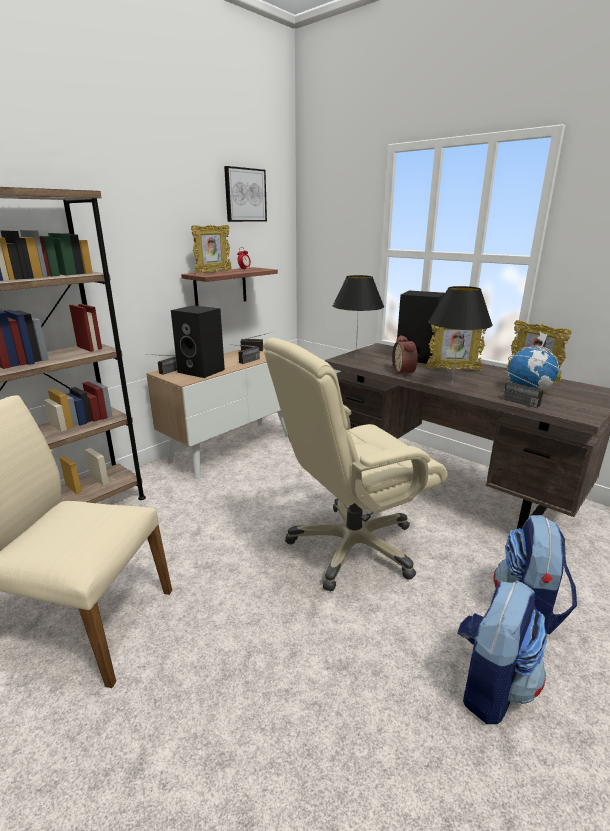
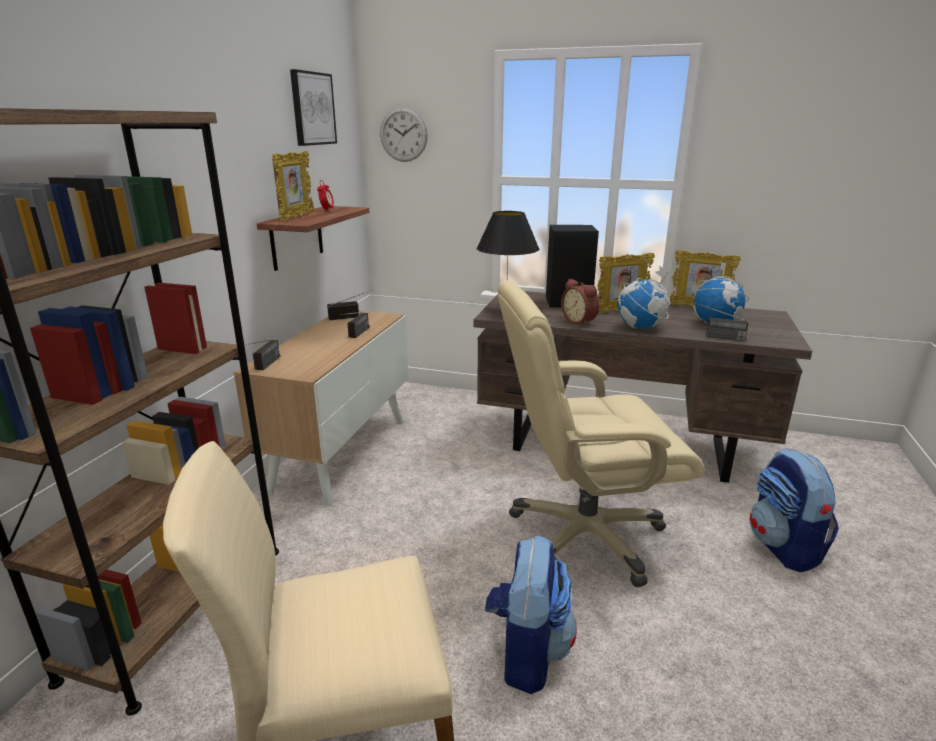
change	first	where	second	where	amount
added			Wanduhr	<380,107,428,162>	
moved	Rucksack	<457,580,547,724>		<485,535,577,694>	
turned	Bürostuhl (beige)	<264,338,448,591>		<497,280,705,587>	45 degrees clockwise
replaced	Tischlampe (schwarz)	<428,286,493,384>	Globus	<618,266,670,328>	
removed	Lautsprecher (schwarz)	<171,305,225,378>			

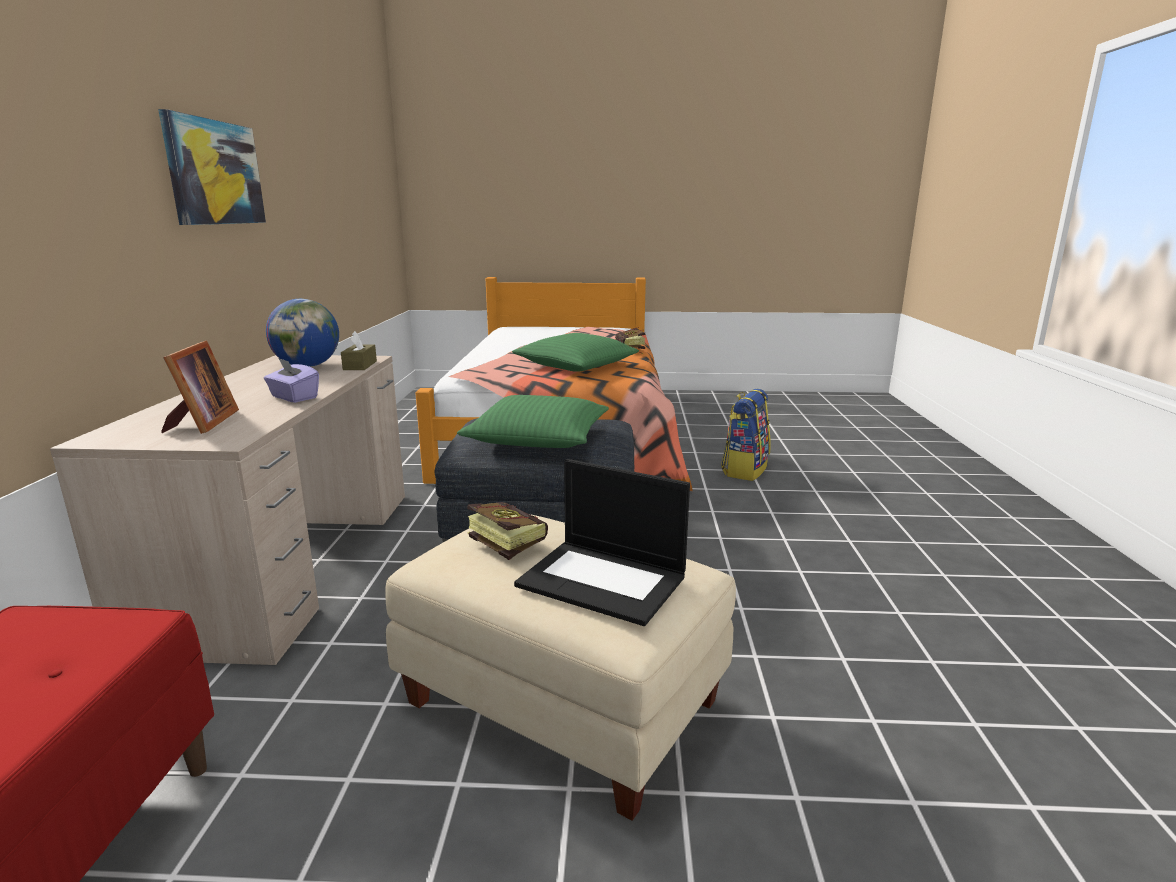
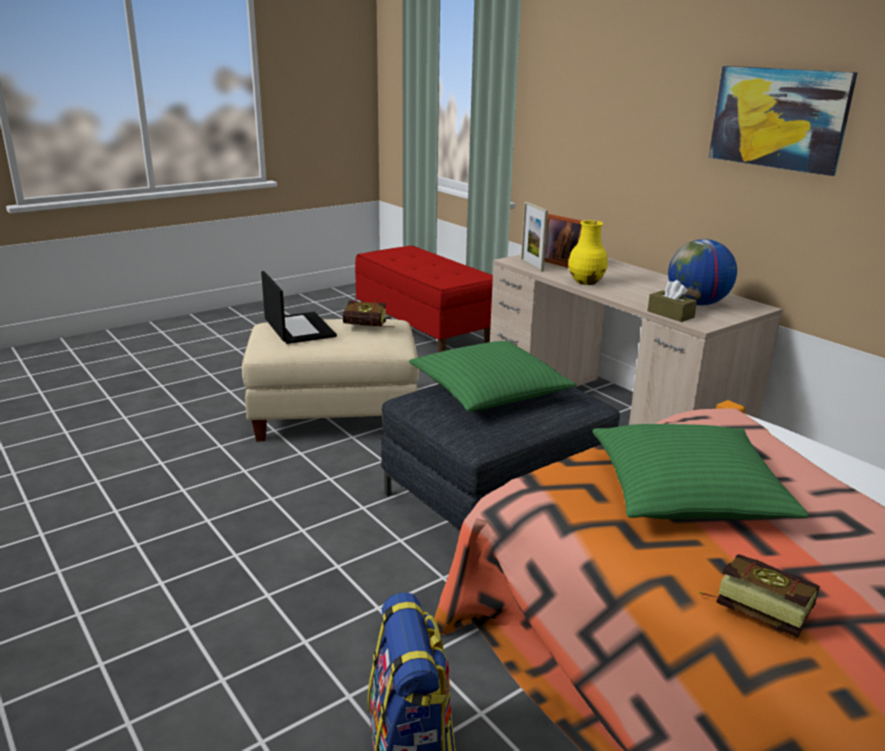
change	first	where	second	where	amount
turned	Laptop	<514,459,690,626>		<261,271,337,344>	75 degrees clockwise
added			Bilderrahmen	<521,202,548,272>	
replaced	Taschentuchbox (lila)	<264,358,319,403>	Vase (gelb)	<568,220,608,285>	

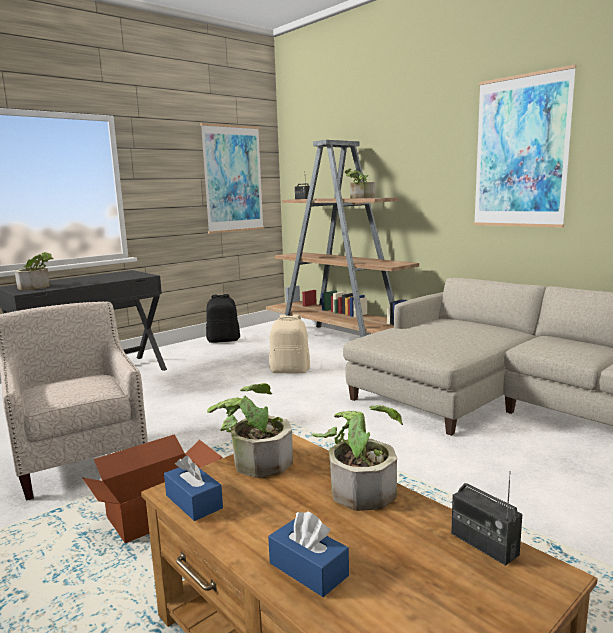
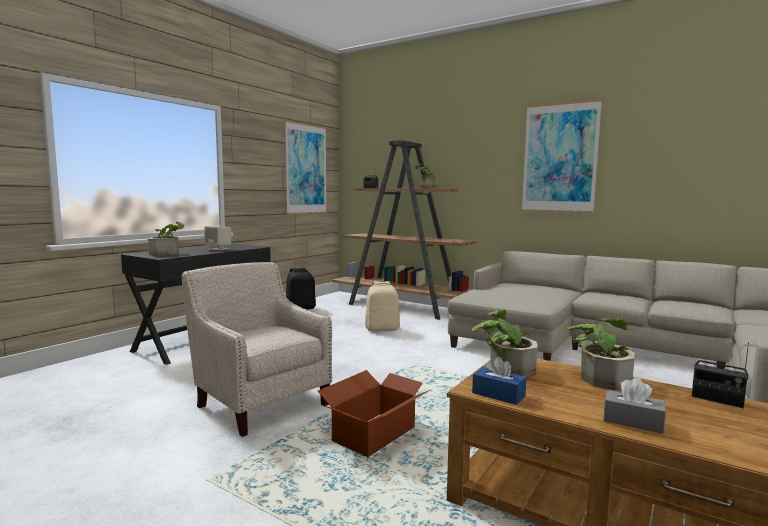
change	first	where	second	where	amount
added			Lautsprecher (beige)	<204,226,231,250>	
recoloured	Taschentuchbox (blau)	<268,511,349,597>	Taschentuchbox (grau)	<603,378,666,434>	

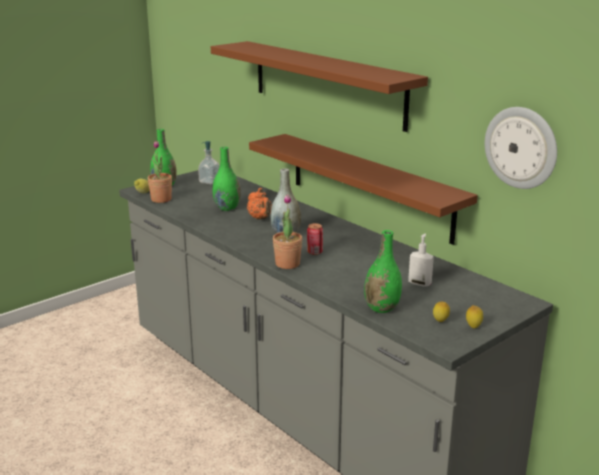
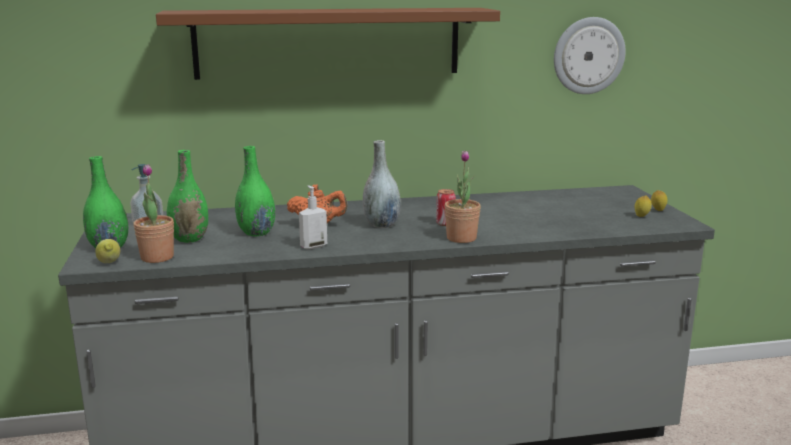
change	first	where	second	where	amount
moved	Vase (grün)	<364,230,402,313>		<167,150,208,243>	
moved	Seifenspender	<408,233,434,287>		<299,185,327,249>	
removed	Wandregal (braun)	<249,134,478,245>			

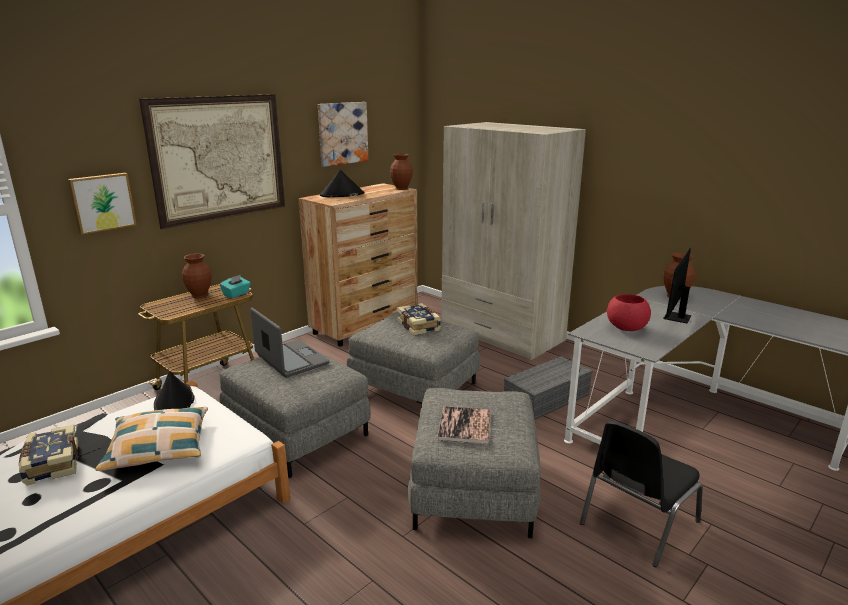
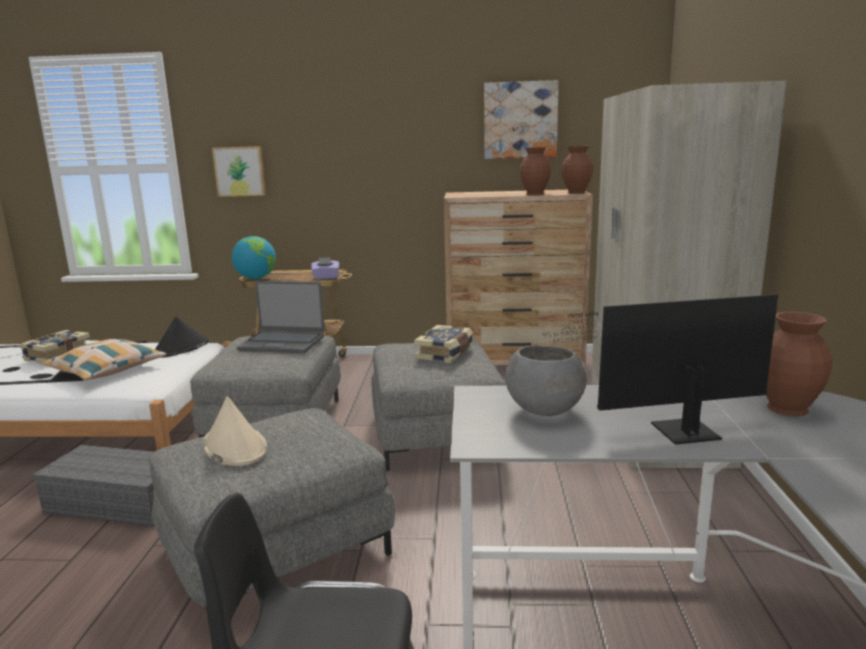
change	first	where	second	where	amount
moved	Aufbewahrungsbox (grau)	<504,356,593,420>		<32,445,154,527>	
replaced	Buch	<437,406,490,444>	Hut (beige)	<204,396,267,466>	
added			Globus	<231,236,276,279>	
turned	Laptop	<250,308,329,378>		<237,281,325,353>	90 degrees clockwise
recoloured	Taschentuchbox (türkis)	<220,275,251,298>	Taschentuchbox (lila)	<311,257,339,280>	
recoloured	Schüssel (rot)	<607,294,651,331>	Schüssel (grau)	<505,345,587,416>	
moved	Vase (braun)	<182,254,212,299>		<520,147,551,195>	
removed	Bild	<139,94,285,229>			
removed	Hut (schwarz)	<320,170,364,197>			

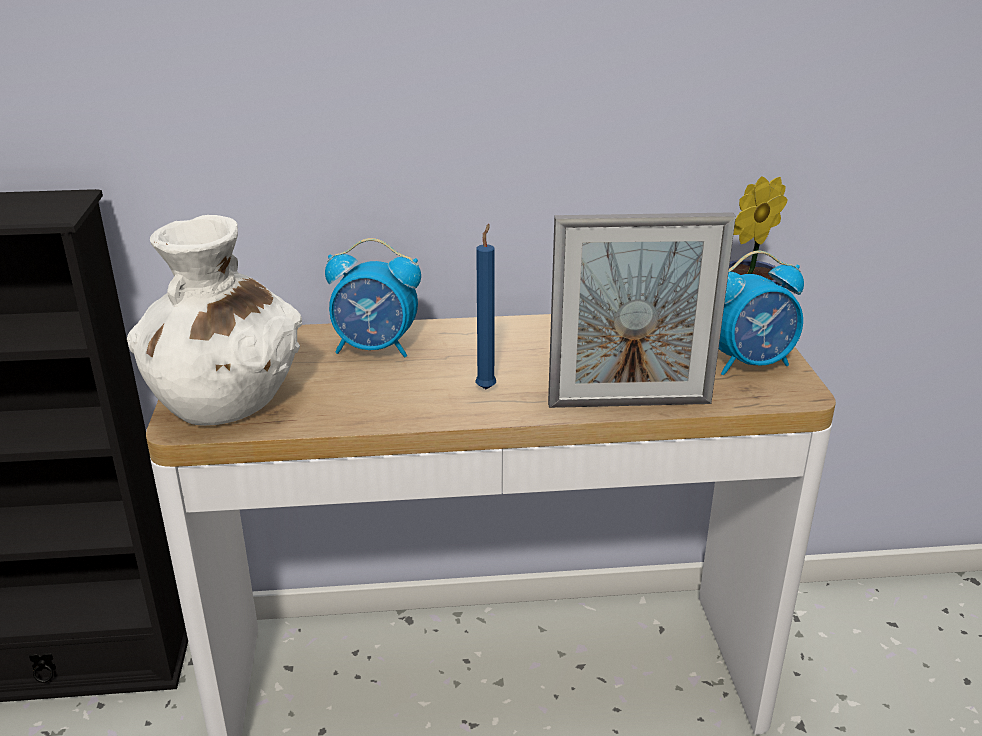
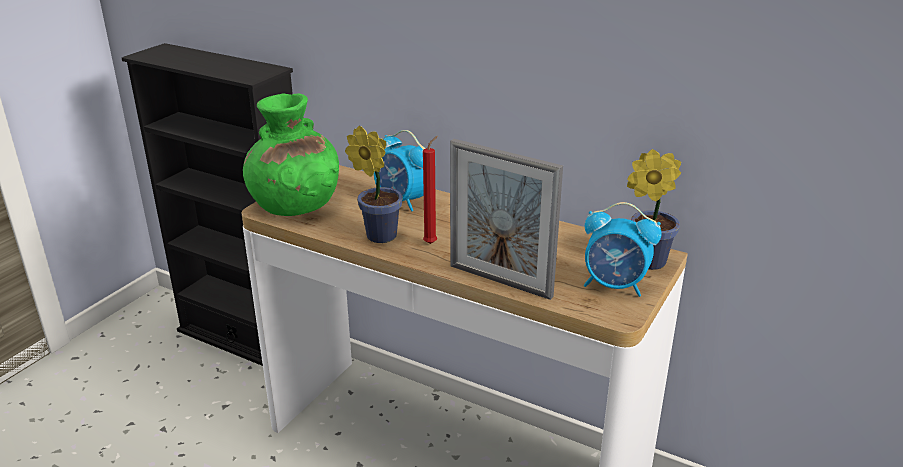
change	first	where	second	where	amount
recoloured	Vase (weiß)	<127,215,302,426>	Vase (grün)	<243,93,339,216>	
added			Topfpflanze	<345,126,403,243>	
recoloured	Kerze (blau)	<476,224,496,389>	Kerze (rot)	<423,136,438,244>	

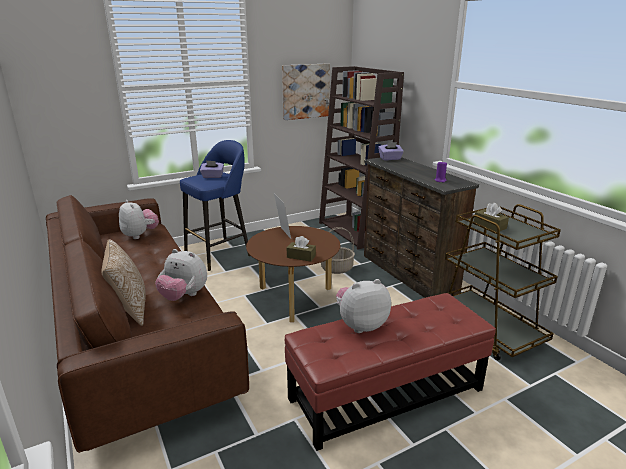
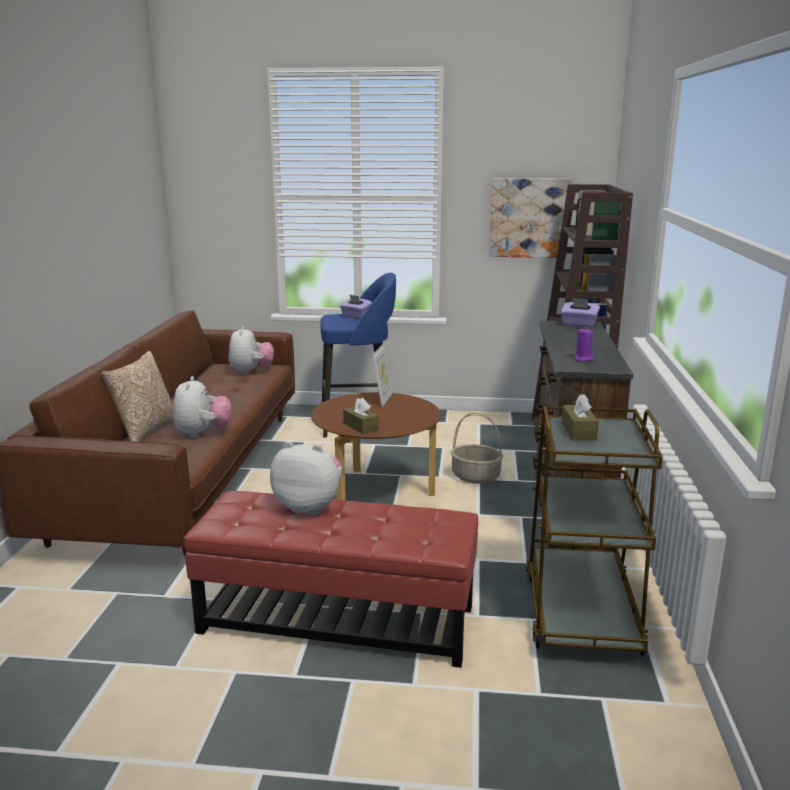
change	first	where	second	where	amount
turned	Plüschtier	<155,249,207,301>		<173,376,231,438>	150 degrees counterclockwise

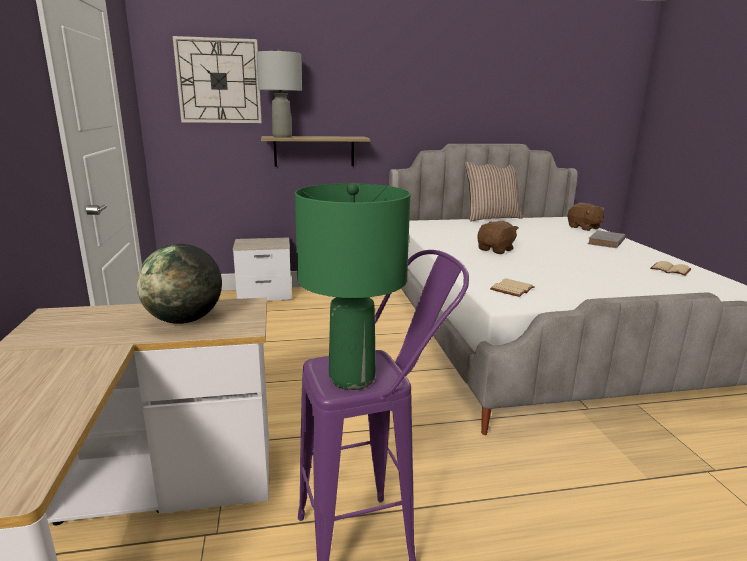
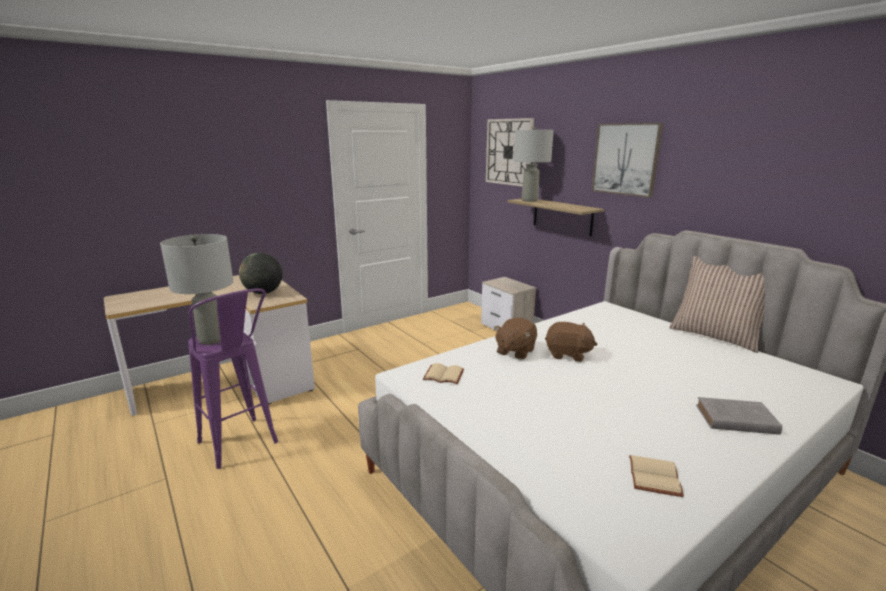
change	first	where	second	where	amount
recoloured	Tischlampe (grün)	<295,183,410,390>	Tischlampe (grau)	<160,234,234,345>	
moved	Plüschtier (braun)	<568,203,604,231>		<494,318,537,359>	
added			Bild	<592,123,663,198>	

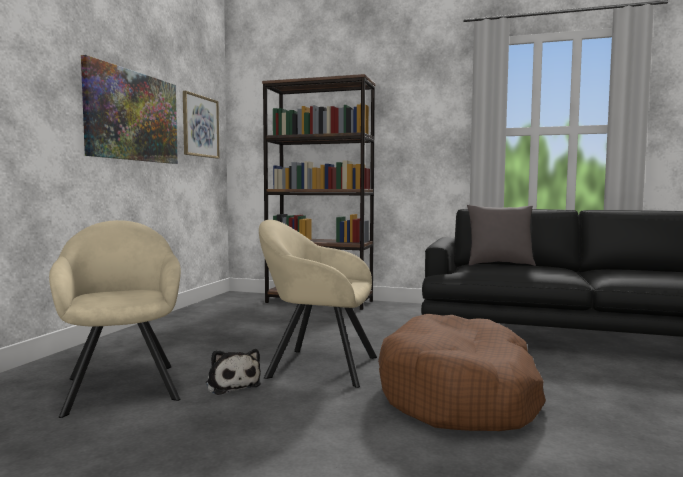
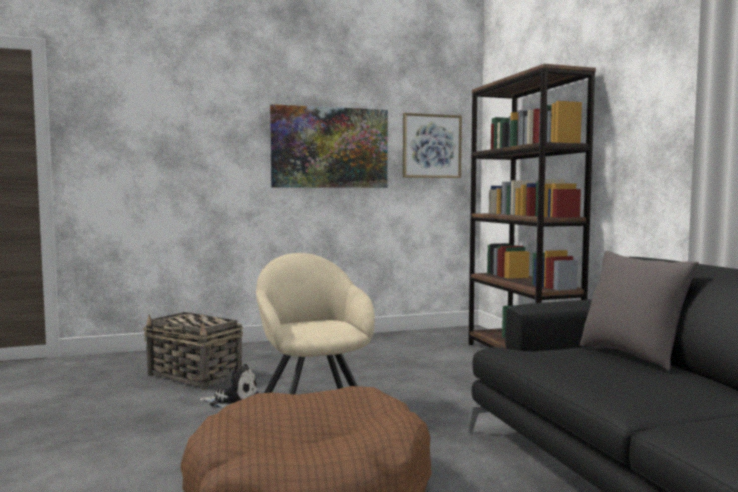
change	first	where	second	where	amount
replaced	Sessel (beige)	<49,220,181,418>	Korb	<143,312,243,390>	
turned	Plüschtier	<206,349,261,395>		<198,364,259,408>	105 degrees counterclockwise

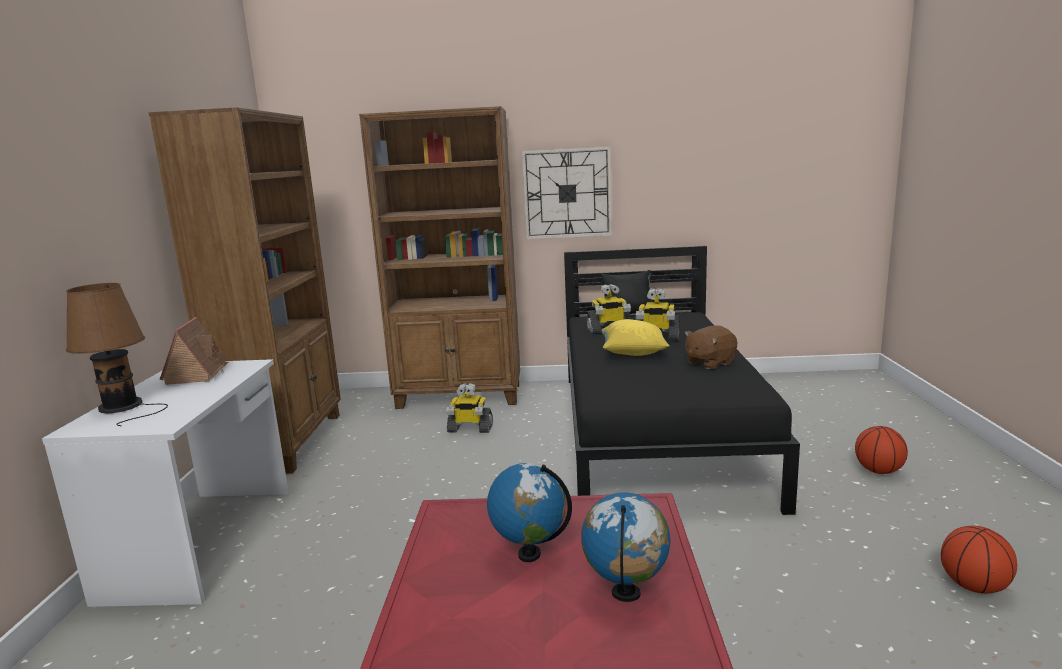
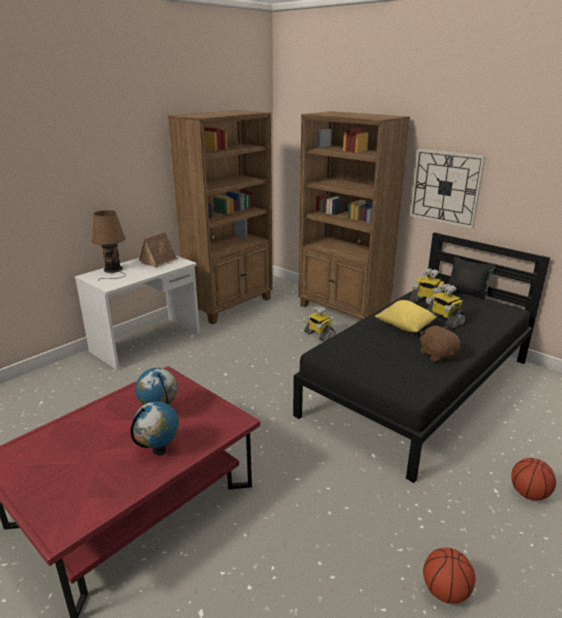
change	first	where	second	where	amount
turned	Plüschtier (braun)	<685,326,738,369>		<420,326,461,362>	60 degrees clockwise

